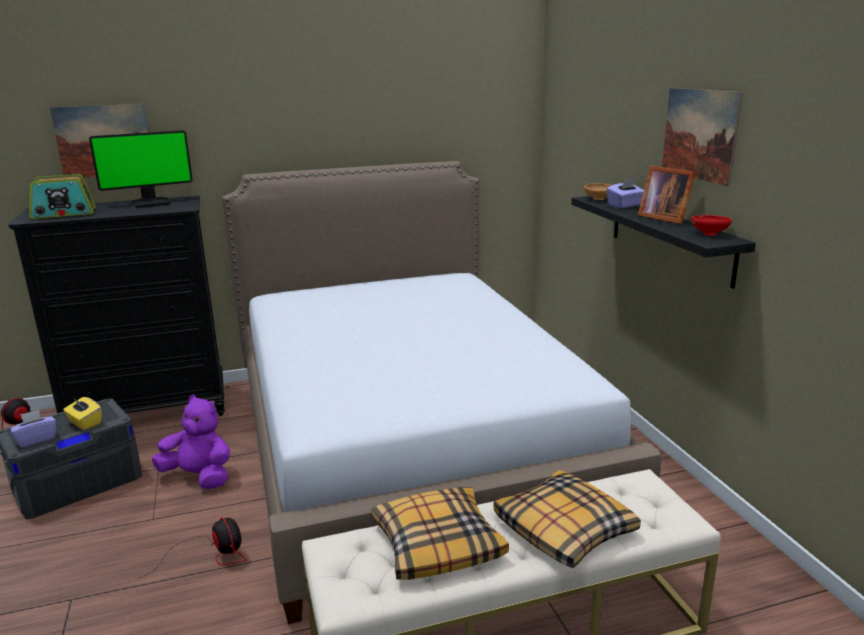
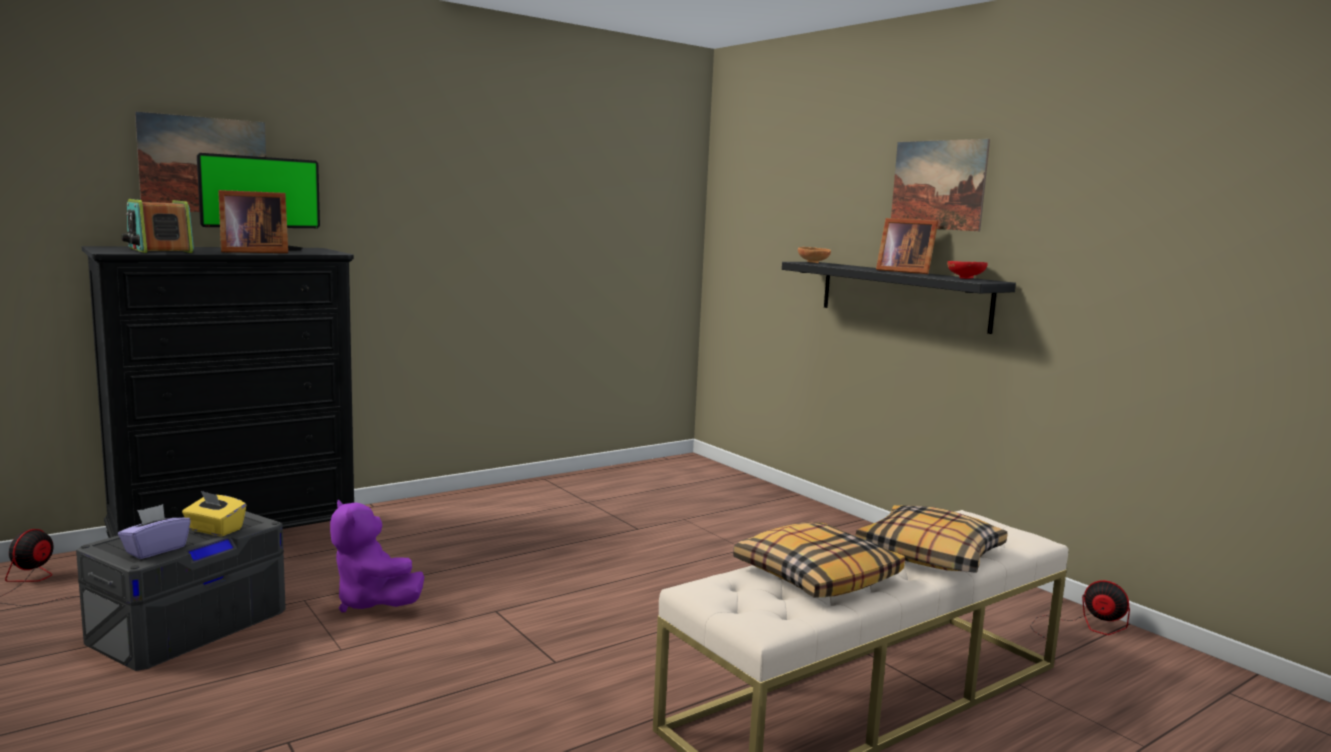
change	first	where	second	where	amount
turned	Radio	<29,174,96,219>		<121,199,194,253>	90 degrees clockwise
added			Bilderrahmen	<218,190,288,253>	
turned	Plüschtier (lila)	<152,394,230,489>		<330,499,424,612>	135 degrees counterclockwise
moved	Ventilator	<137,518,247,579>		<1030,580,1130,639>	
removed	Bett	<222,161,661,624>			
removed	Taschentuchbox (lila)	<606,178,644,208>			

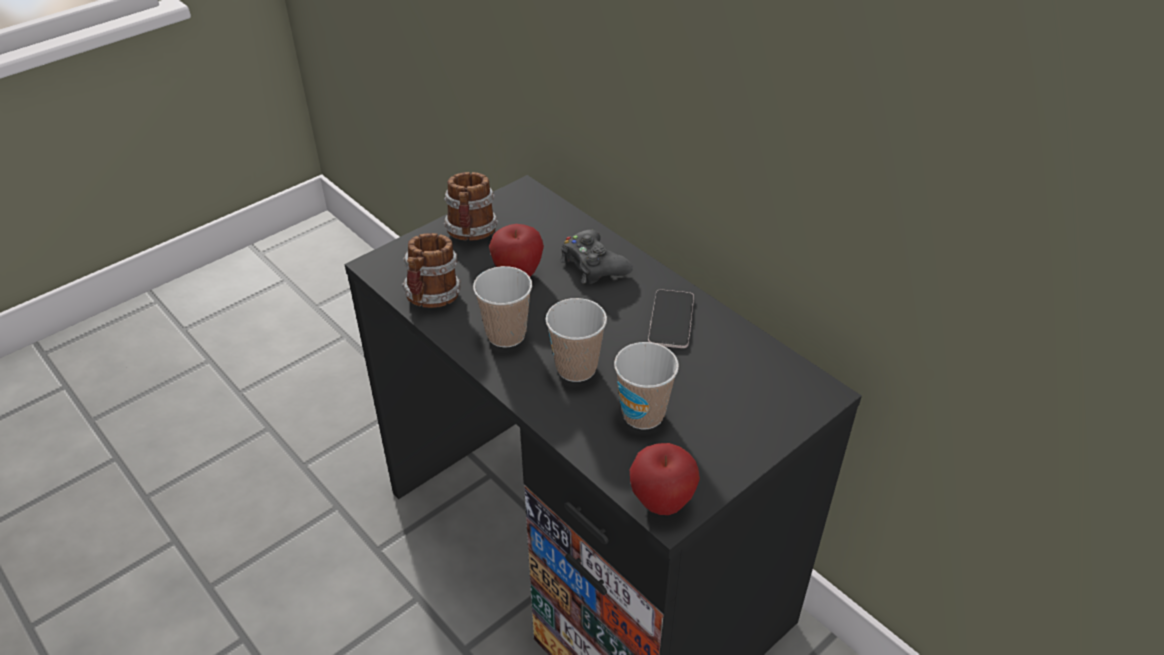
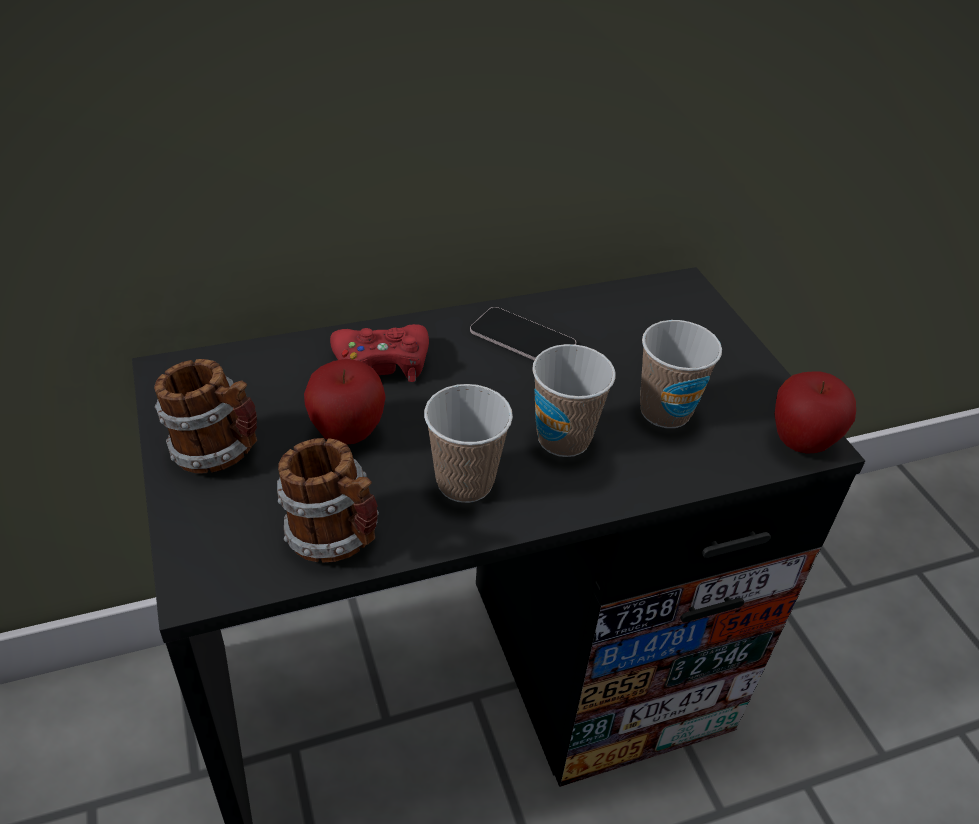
change	first	where	second	where	amount
recoloured	Gamepad (schwarz)	<560,229,633,284>	Gamepad (rot)	<330,324,429,382>	

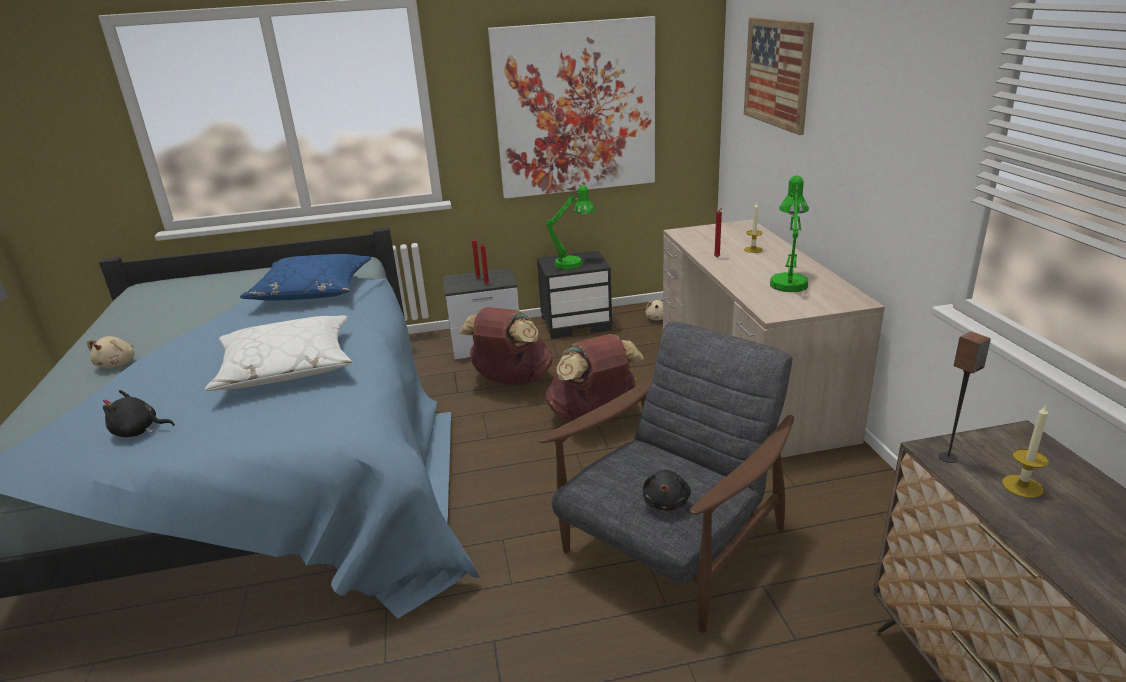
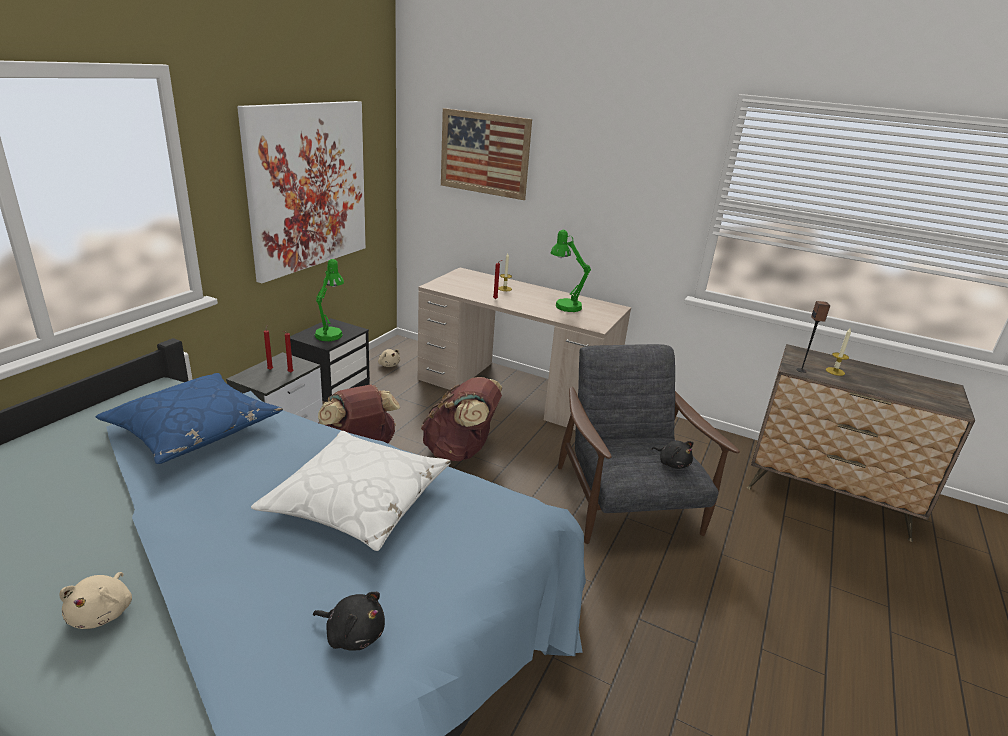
change	first	where	second	where	amount
turned	Plüschtier (beige)	<87,336,135,368>		<59,572,132,629>	45 degrees clockwise
turned	Plüschtier (schwarz)	<103,390,175,437>		<313,592,385,651>	105 degrees counterclockwise

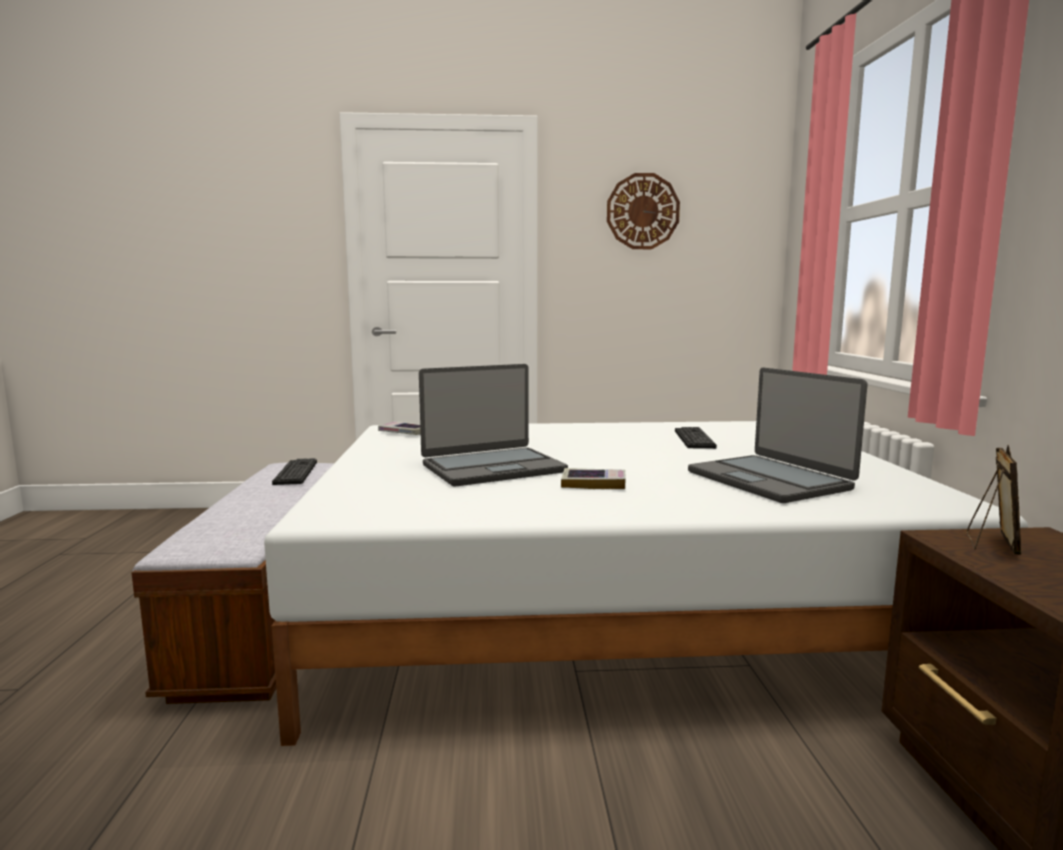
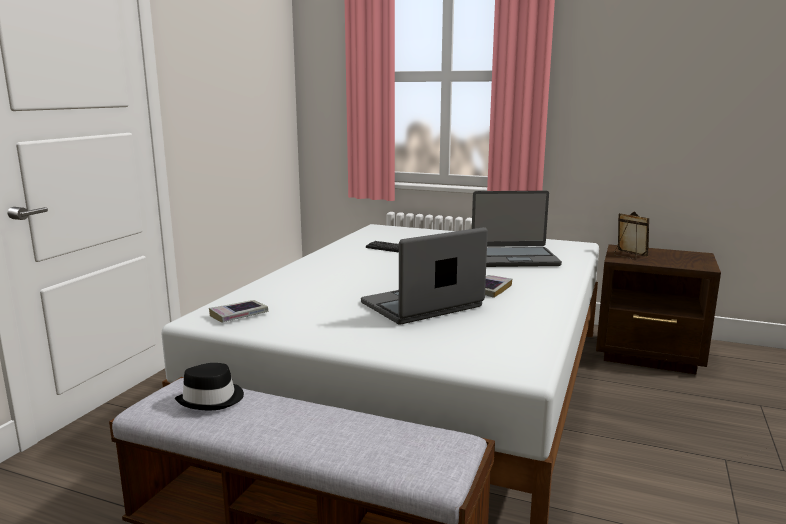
change	first	where	second	where	amount
replaced	Tastatur	<272,458,317,485>	Hut (schwarz)	<175,363,244,410>	
turned	Laptop	<419,364,568,486>		<361,227,488,325>	120 degrees counterclockwise
removed	Wanduhr	<607,173,680,249>			

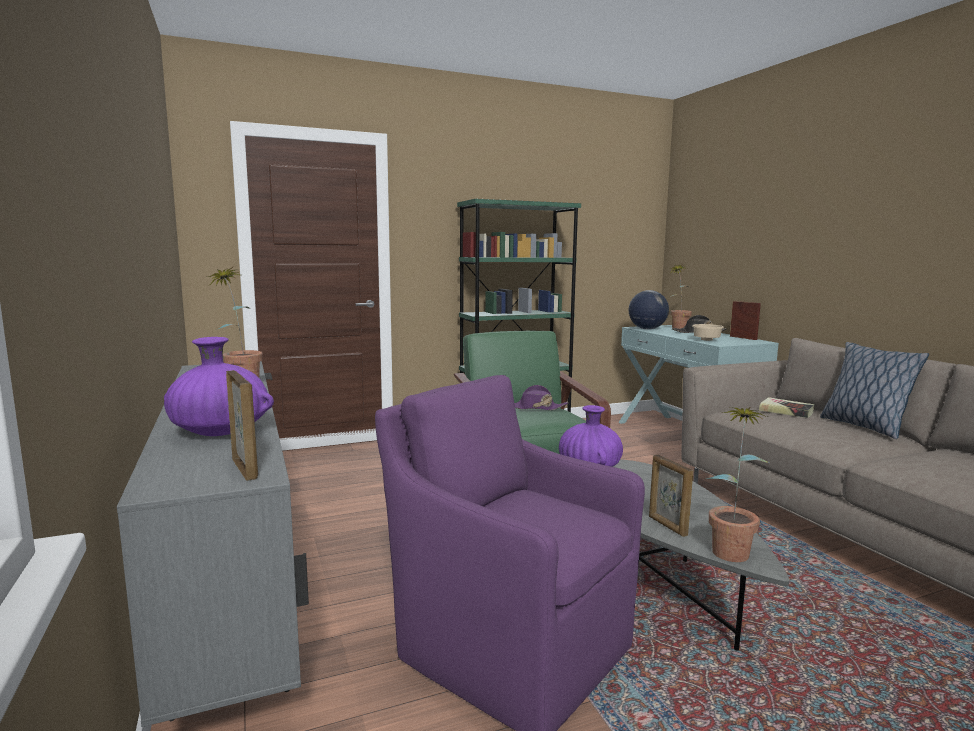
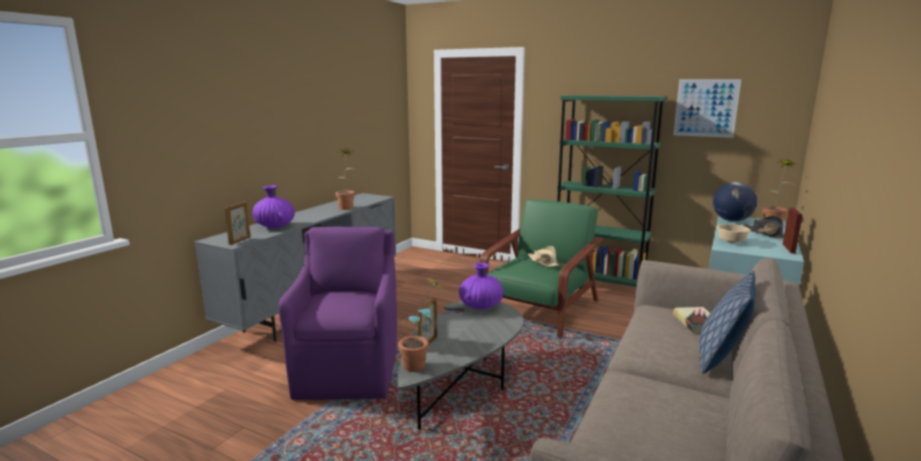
change	first	where	second	where	amount
recoloured	Hut (lila)	<514,385,568,410>	Hut (beige)	<528,246,564,267>	
added			Bild	<673,79,741,138>	

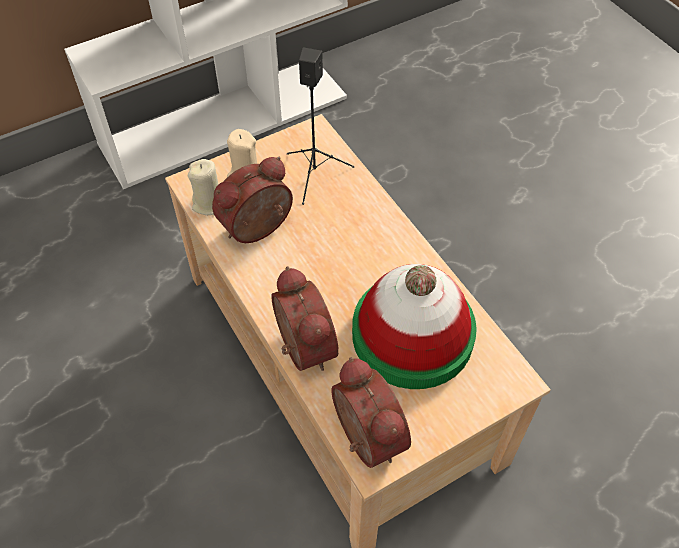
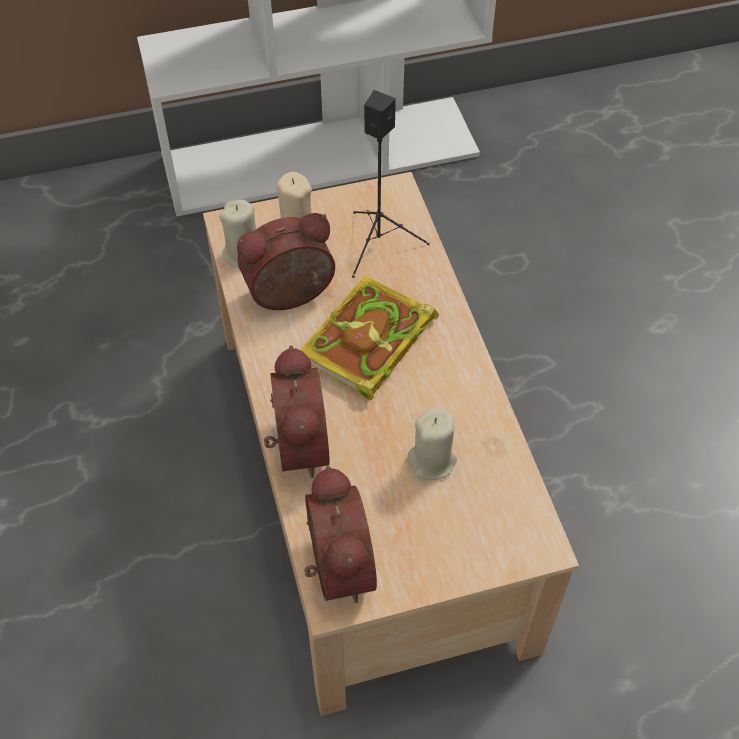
change	first	where	second	where	amount
added			Buch	<301,276,439,400>	
replaced	Hut	<352,264,477,389>	Kerze (beige)	<407,408,457,480>	

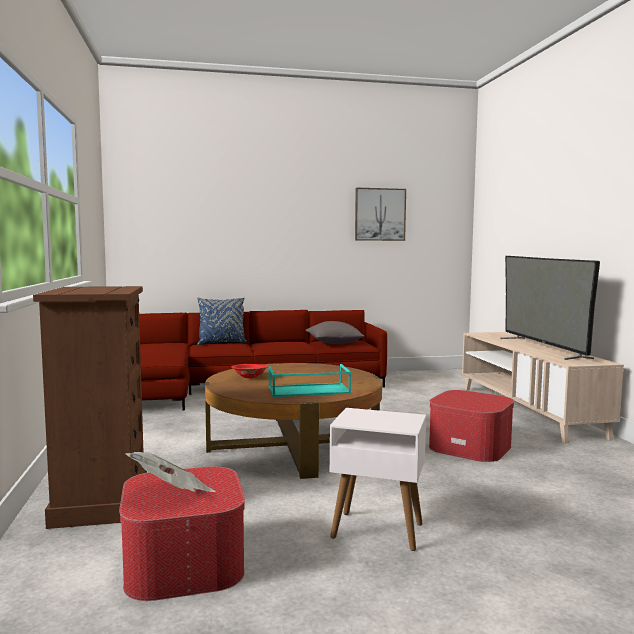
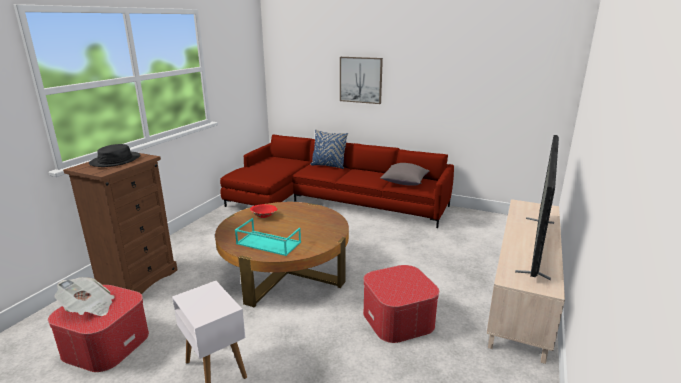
change	first	where	second	where	amount
added			Hut (schwarz)	<89,144,140,167>	
moved	Bild	<355,188,406,241>		<340,57,383,104>	

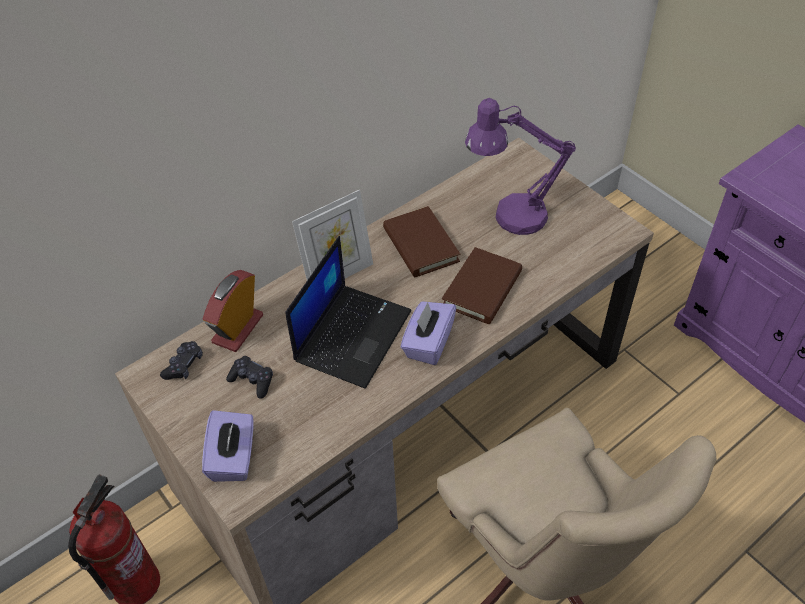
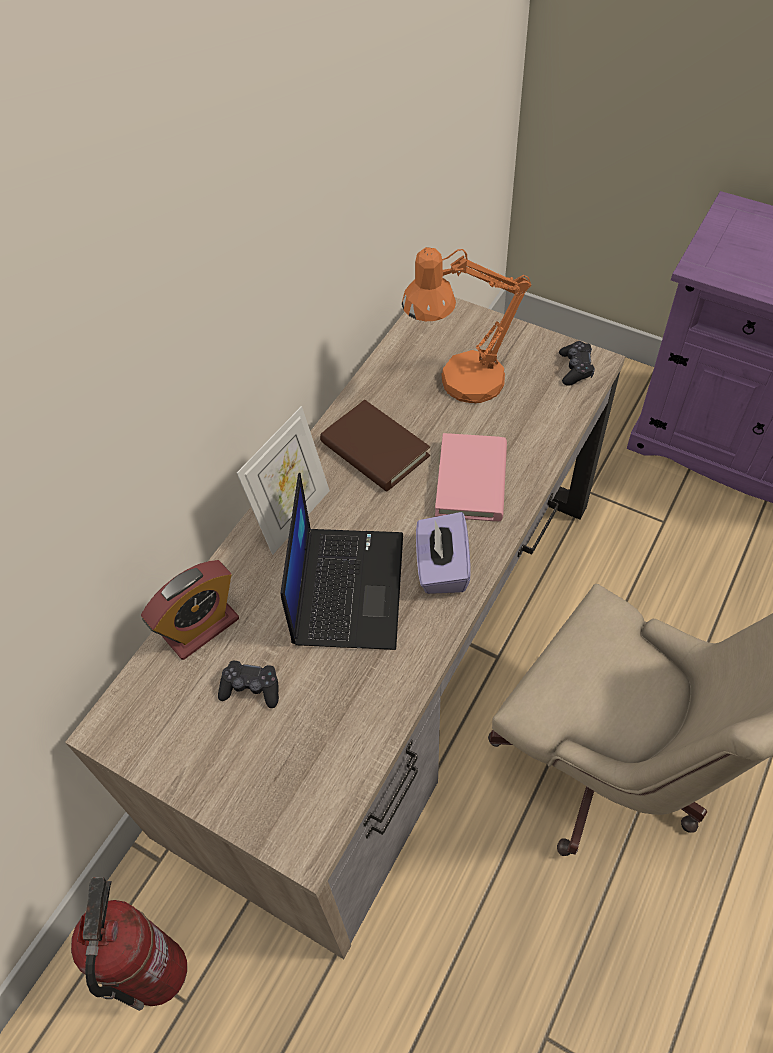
change	first	where	second	where	amount
turned	Wecker	<203,270,263,352>		<141,560,239,660>	135 degrees counterclockwise
recoloured	Tischlampe (lila)	<465,98,576,235>	Tischlampe (orange)	<402,247,531,403>	
recoloured	Buch (braun)	<442,247,522,324>	Buch (rosa)	<435,433,507,521>	
moved	Gamepad (schwarz)	<160,341,203,380>		<559,341,595,386>	
removed	Taschentuchbox (lila)	<202,410,254,482>			

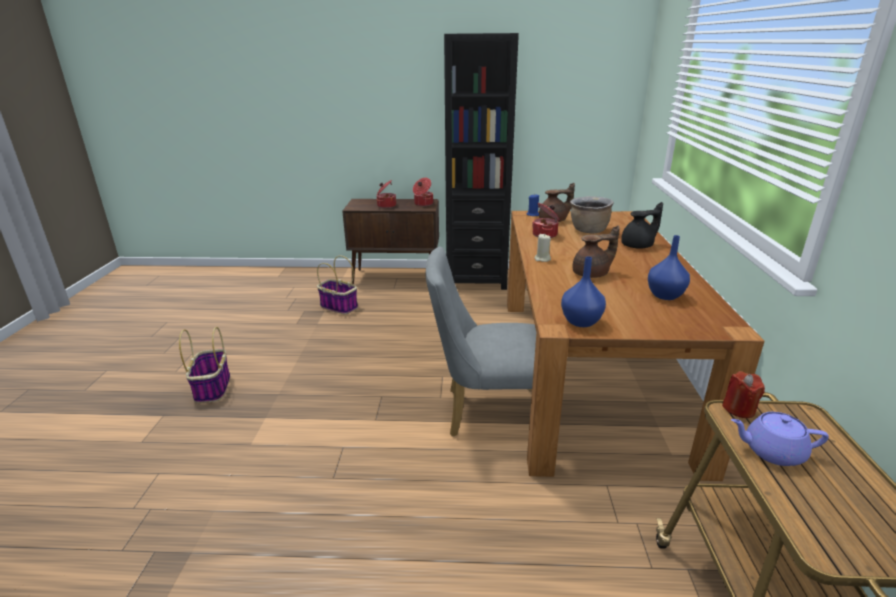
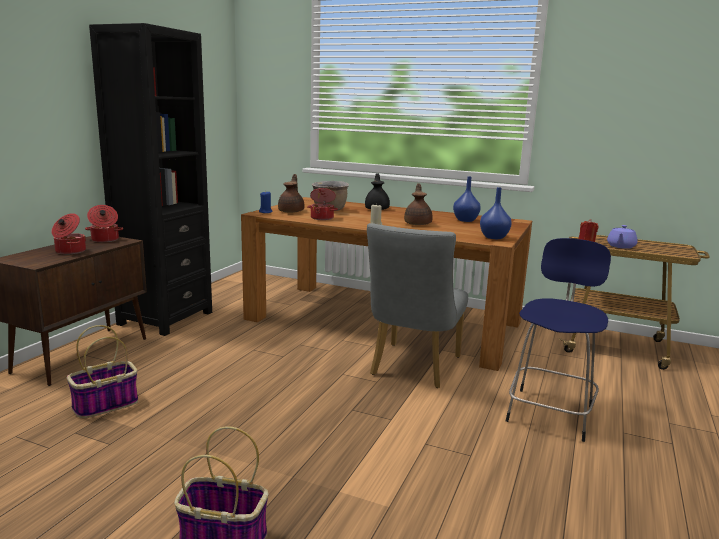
change	first	where	second	where	amount
added			Hocker (blau)	<506,238,611,442>	

